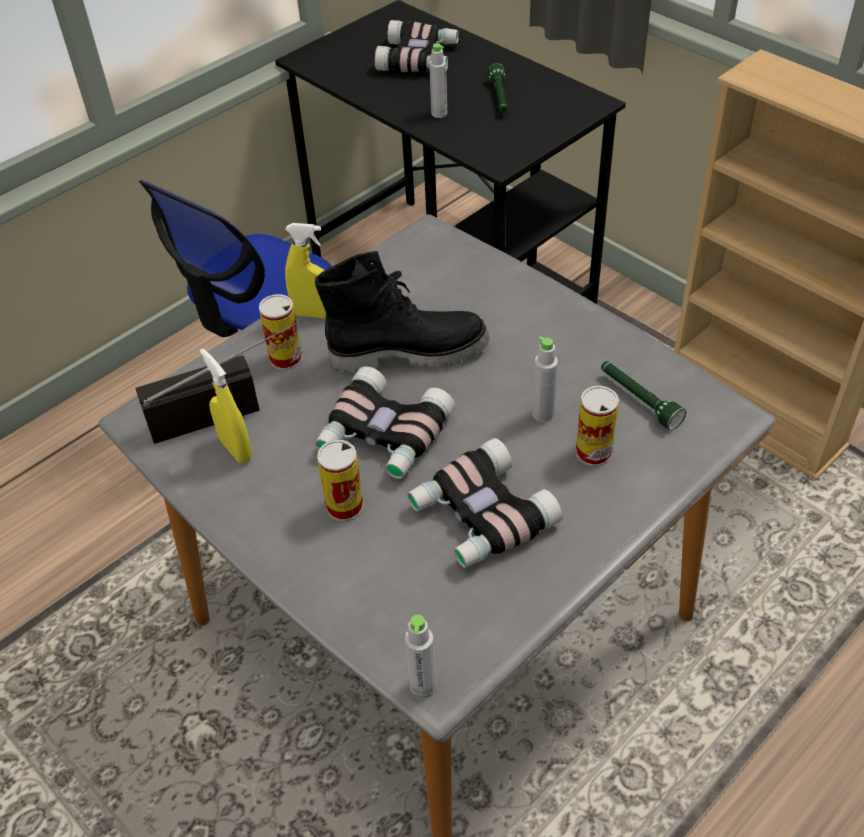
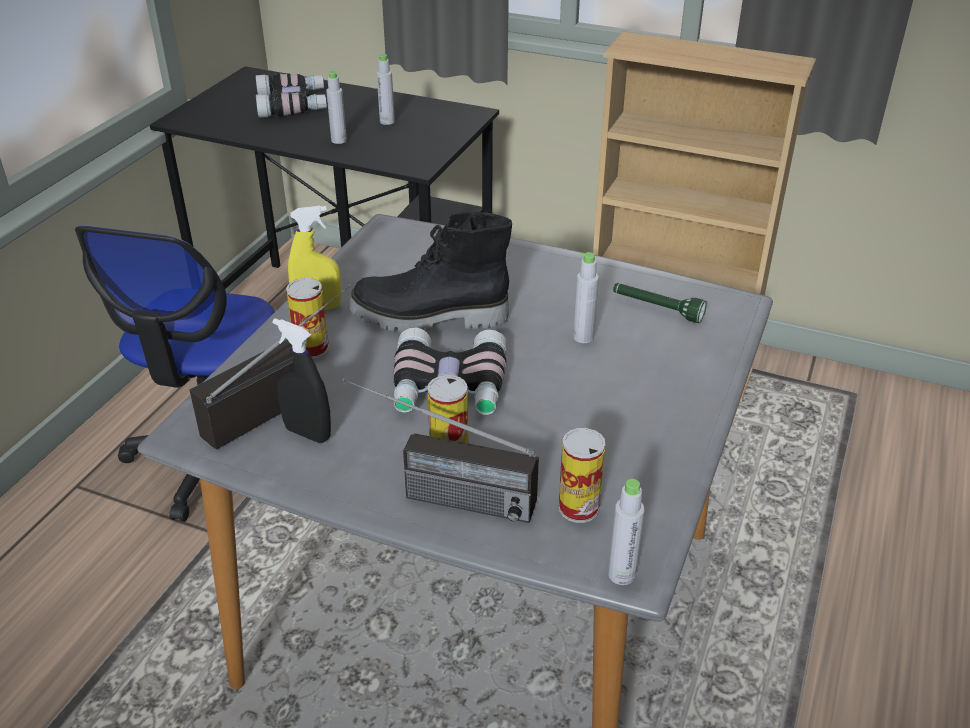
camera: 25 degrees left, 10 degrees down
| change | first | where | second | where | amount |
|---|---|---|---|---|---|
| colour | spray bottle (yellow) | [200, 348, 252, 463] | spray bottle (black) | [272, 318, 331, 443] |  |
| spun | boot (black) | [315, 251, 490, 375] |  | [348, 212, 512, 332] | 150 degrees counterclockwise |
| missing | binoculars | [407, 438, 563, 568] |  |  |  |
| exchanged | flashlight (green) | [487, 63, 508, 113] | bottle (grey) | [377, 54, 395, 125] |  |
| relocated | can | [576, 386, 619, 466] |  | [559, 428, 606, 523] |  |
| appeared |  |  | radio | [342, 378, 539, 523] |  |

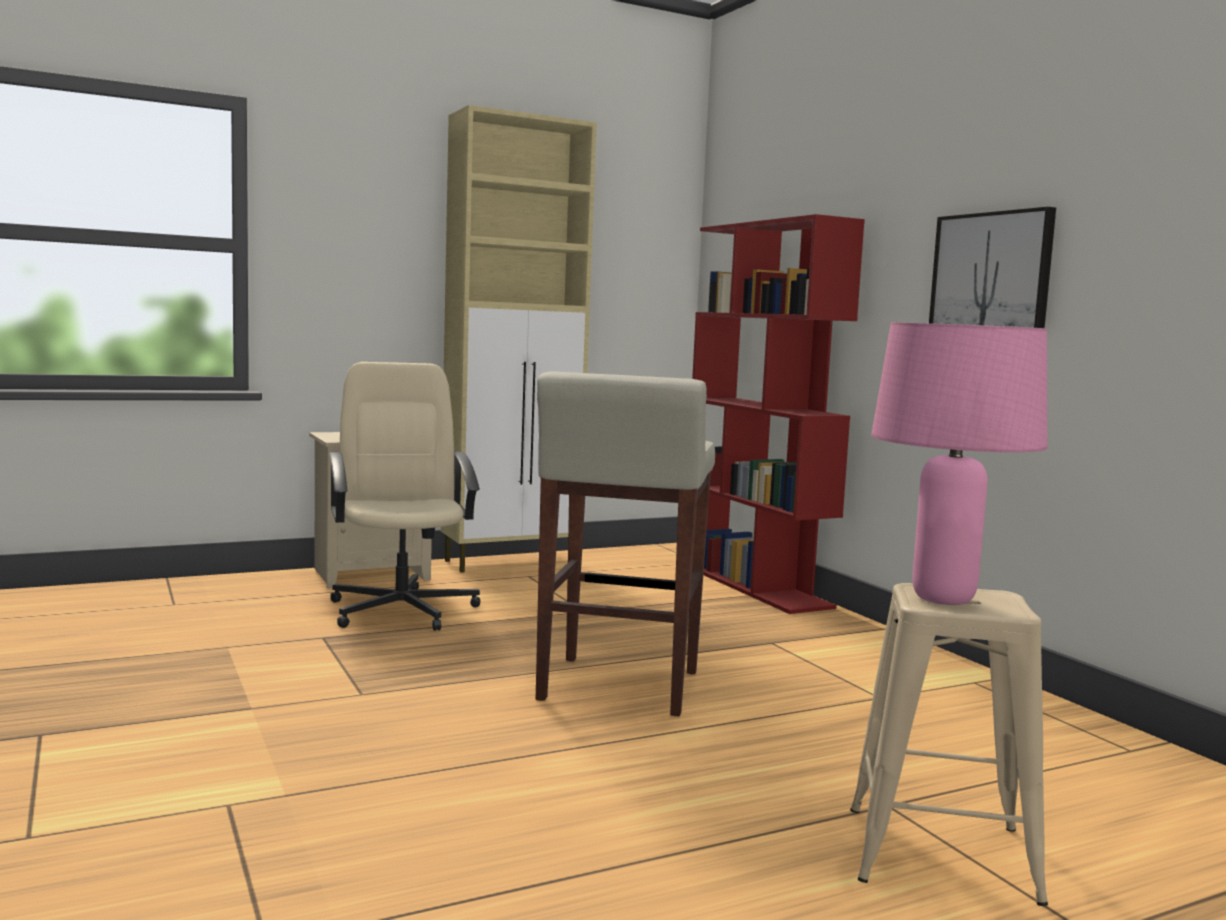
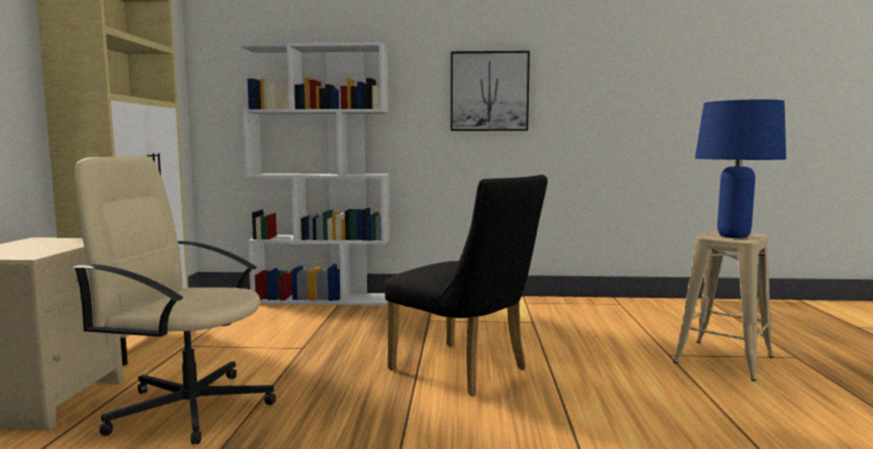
camera: 60 degrees left, 0 degrees up
| change | first | where | second | where | amount |
|---|---|---|---|---|---|
| exchanged | stool (beige) | [536, 372, 715, 716] | chair (black) | [384, 175, 548, 396] |  |
| colour | bookcase (red) | [692, 214, 865, 614] | bookcase (white) | [239, 42, 390, 306] |  |
| colour | table lamp (pink) | [871, 322, 1047, 605] | table lamp (blue) | [695, 99, 786, 238] |  |

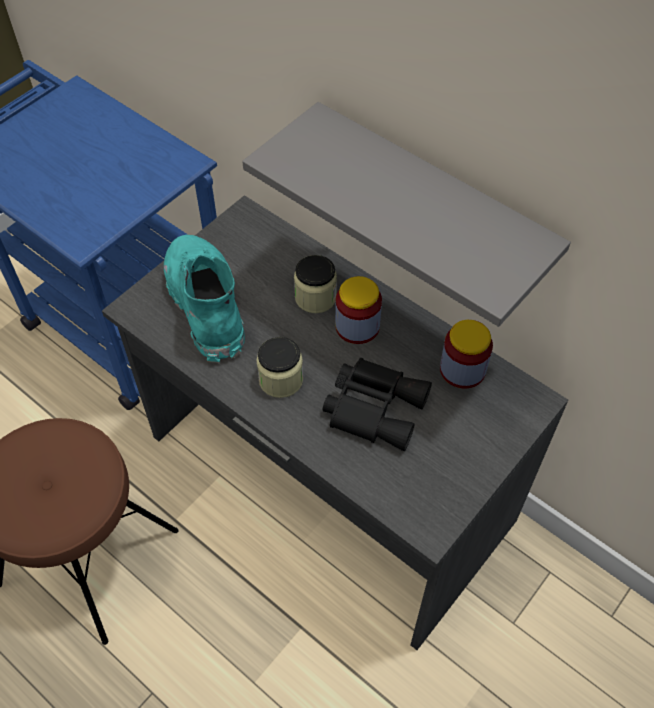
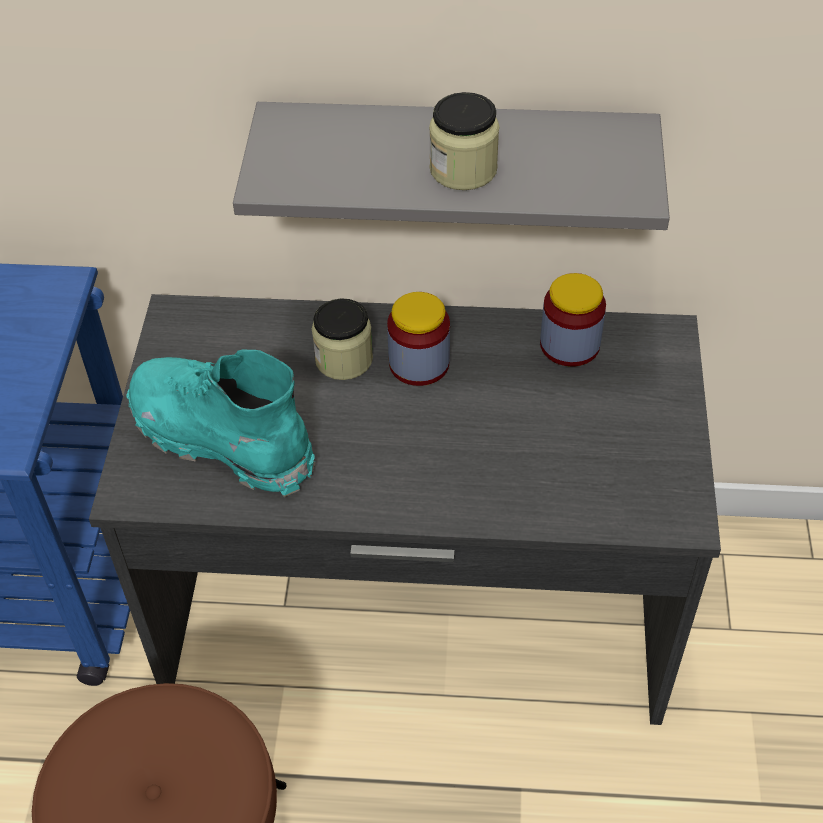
camera: 35 degrees left, 5 degrees down
| change | first | where | second | where | amount |
|---|---|---|---|---|---|
| relocated | jar | [256, 337, 303, 398] |  | [429, 92, 499, 190] |  |
| missing | binoculars (black) | [322, 358, 432, 451] |  |  |  |

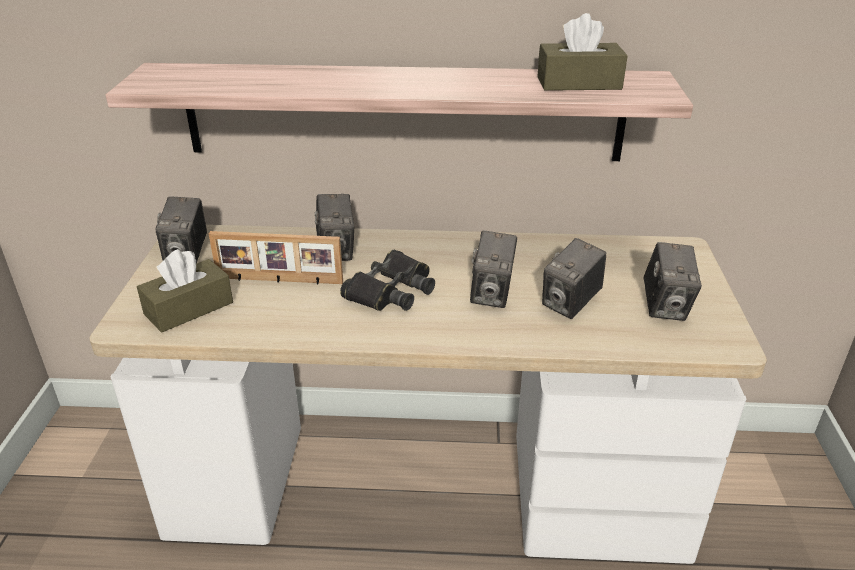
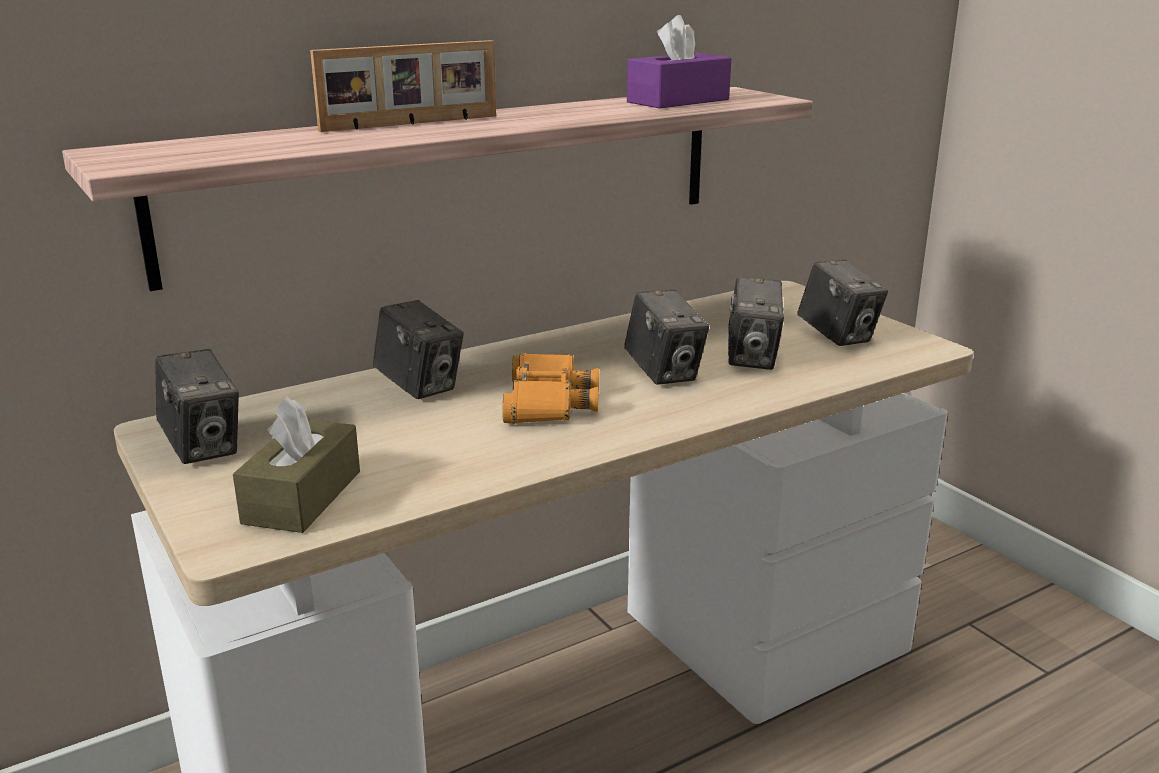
camera: 35 degrees left, 10 degrees down
| change | first | where | second | where | amount |
|---|---|---|---|---|---|
| relocated | picture frame | [209, 231, 343, 285] |  | [310, 40, 496, 132] |  |
| colour | binoculars (black) | [340, 250, 435, 311] | binoculars (orange) | [502, 353, 599, 424] |  |
| colour | tissue box (brown) | [537, 13, 628, 91] | tissue box (purple) | [627, 15, 731, 109] |  |

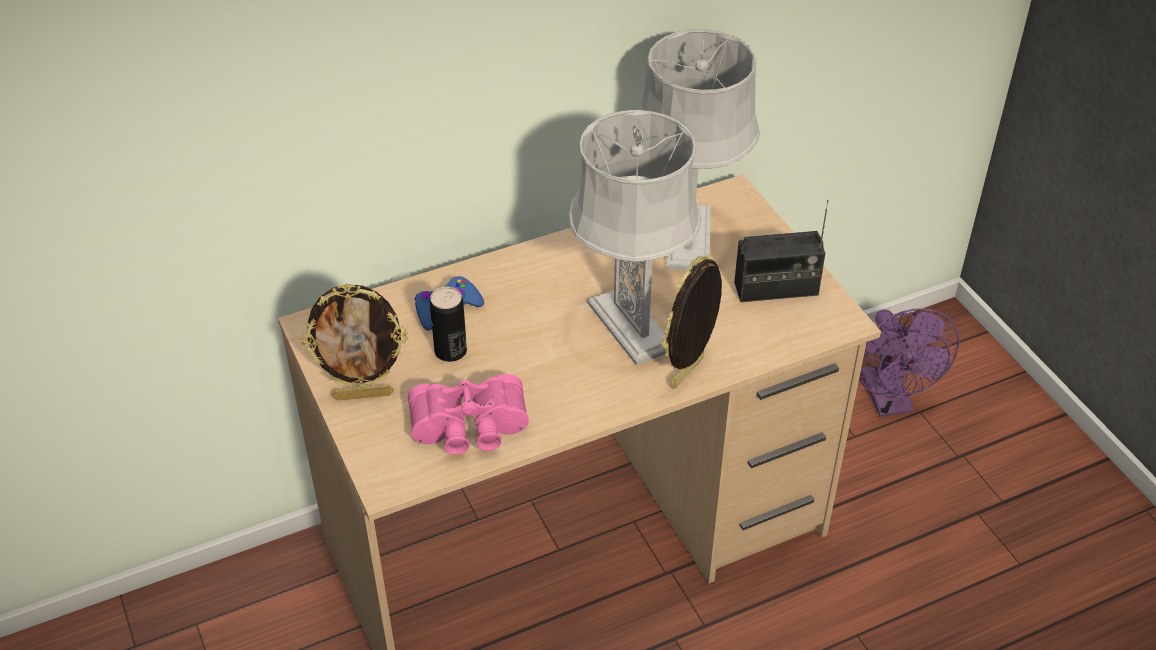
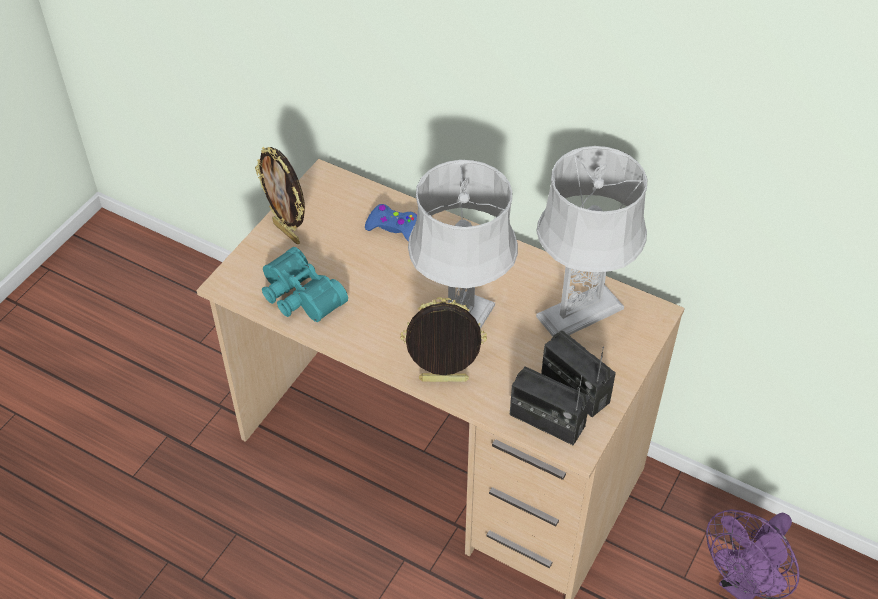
camera: 55 degrees right, 5 degrees up
| change | first | where | second | where | amount |
|---|---|---|---|---|---|
| colour | binoculars (pink) | [408, 374, 529, 455] | binoculars (turquoise) | [262, 247, 348, 322] |  |
| missing | can | [430, 287, 467, 362] |  |  |  |
| appeared |  |  | radio | [510, 366, 590, 445] |  |

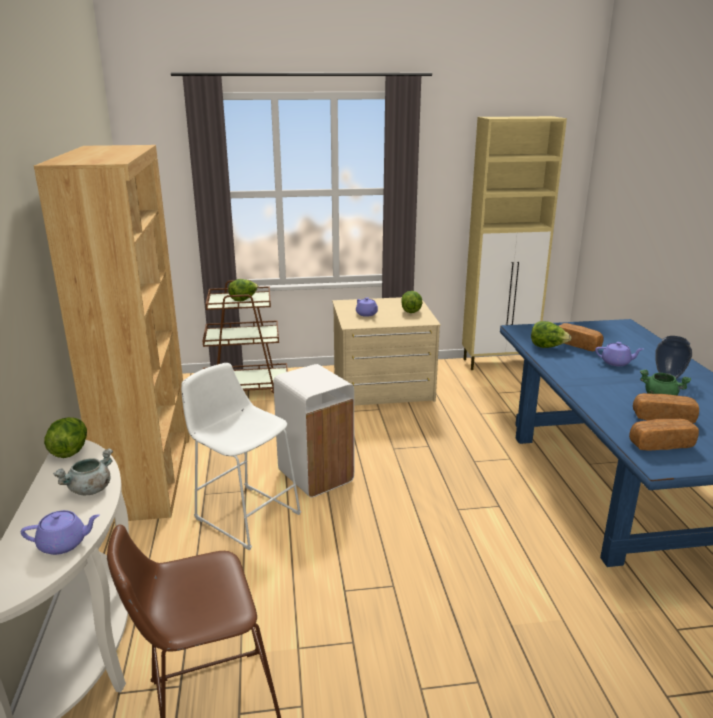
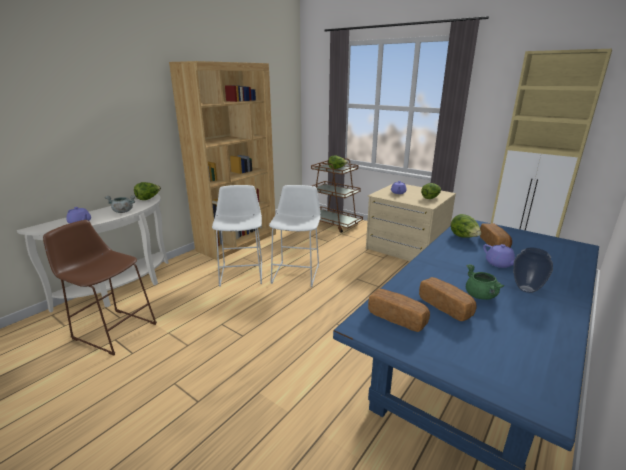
camera: 45 degrees right, 0 degrees up
| change | first | where | second | where | amount |
|---|---|---|---|---|---|
| exchanged | trash can (white) | [273, 364, 354, 498] | stool (white) | [269, 185, 321, 287] |  |

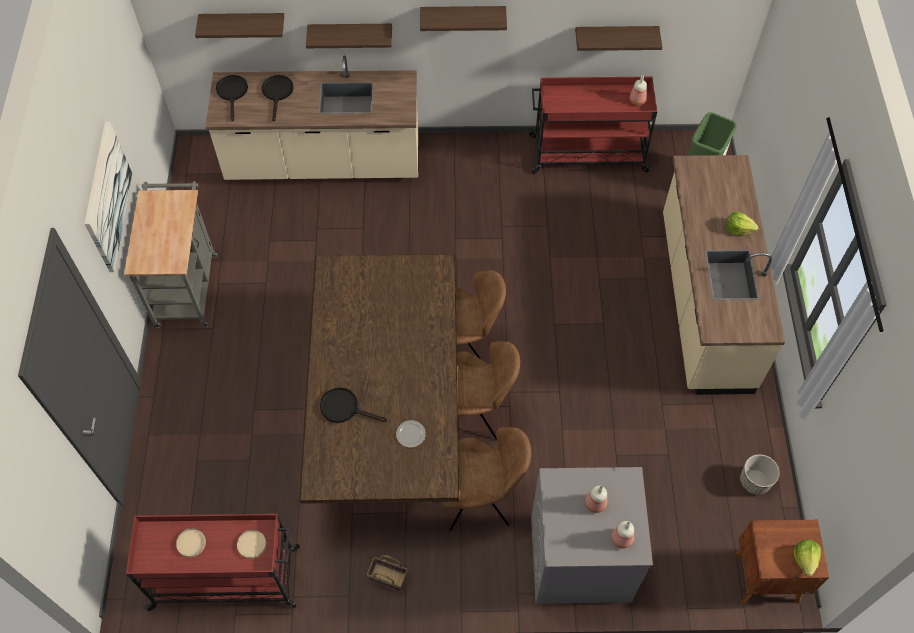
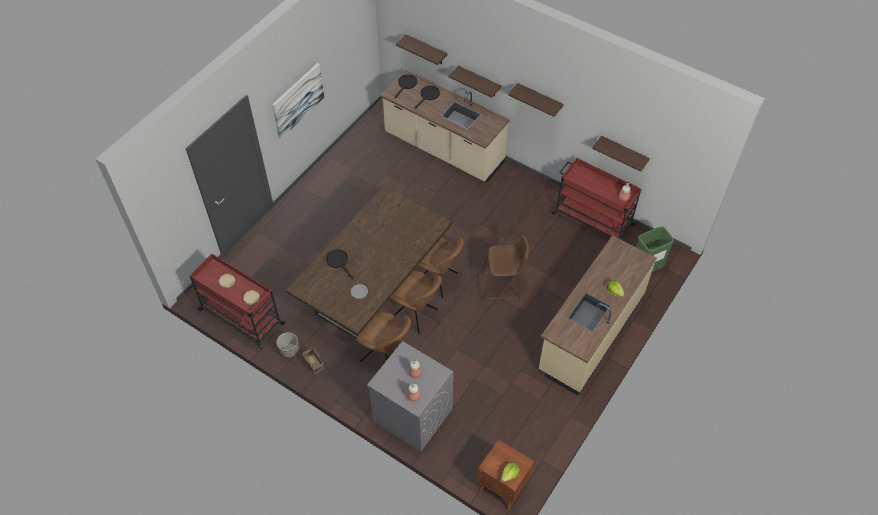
camera: 35 degrees right, 5 degrees down
| change | first | where | second | where | amount |
|---|---|---|---|---|---|
| missing | cart (grey) | [124, 181, 218, 328] |  |  |  |
| relocated | planter | [740, 454, 780, 495] |  | [276, 332, 299, 358] |  |
| appeared |  |  | stool (brown) | [481, 236, 529, 300] |  |

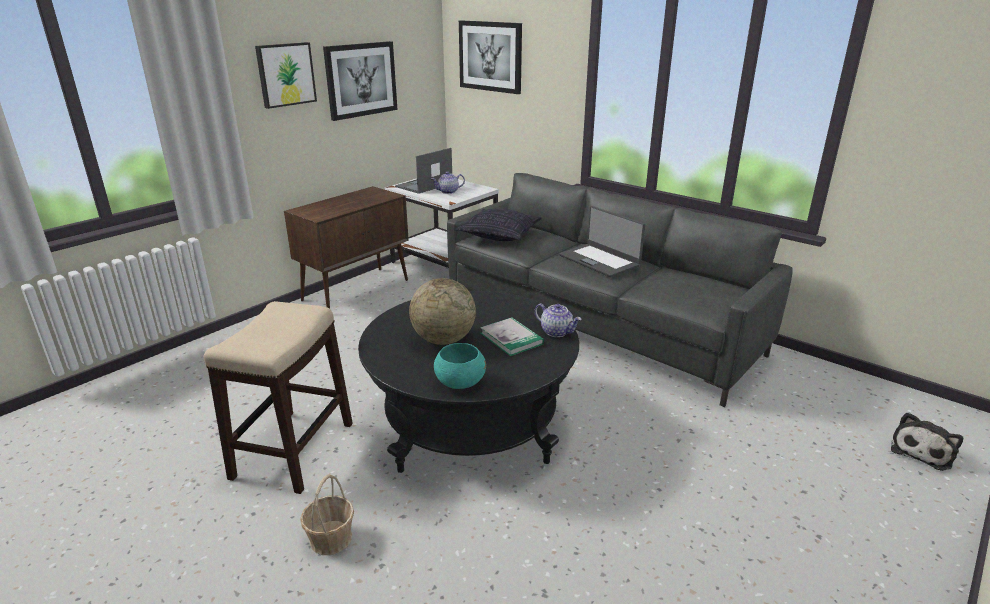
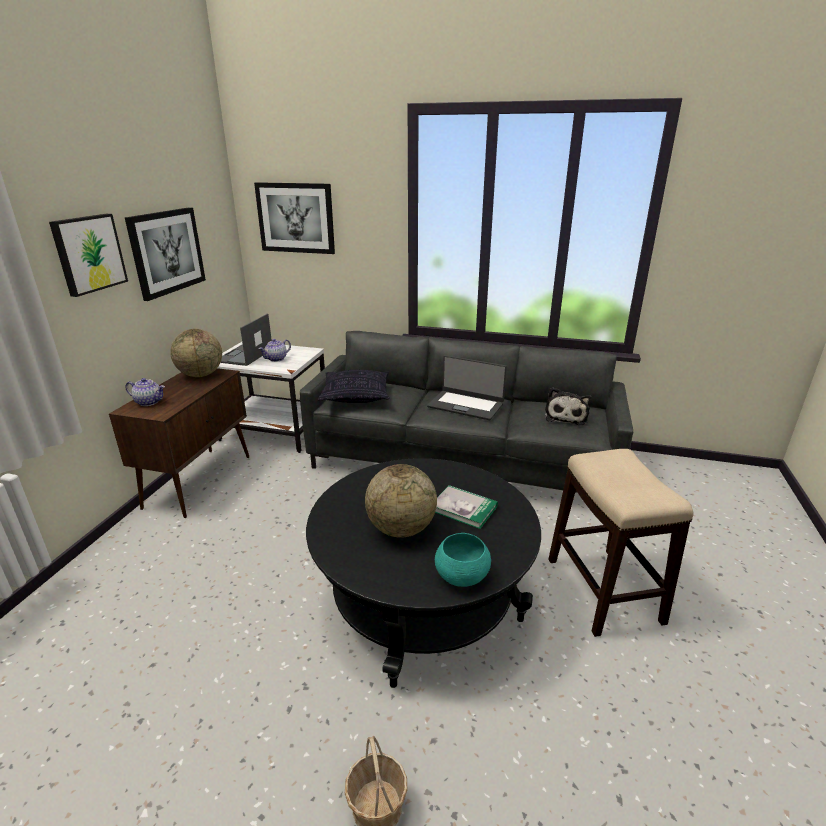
camera: 25 degrees left, 0 degrees up
| change | first | where | second | where | amount |
|---|---|---|---|---|---|
| relocated | stool | [204, 301, 353, 494] |  | [548, 449, 694, 637] |  |
| relocated | teapot | [534, 304, 582, 337] |  | [126, 378, 165, 406] |  |
| relocated | plush toy | [891, 412, 963, 471] |  | [545, 388, 591, 425] |  |
| appeared |  |  | globe | [170, 329, 222, 377] |  |

